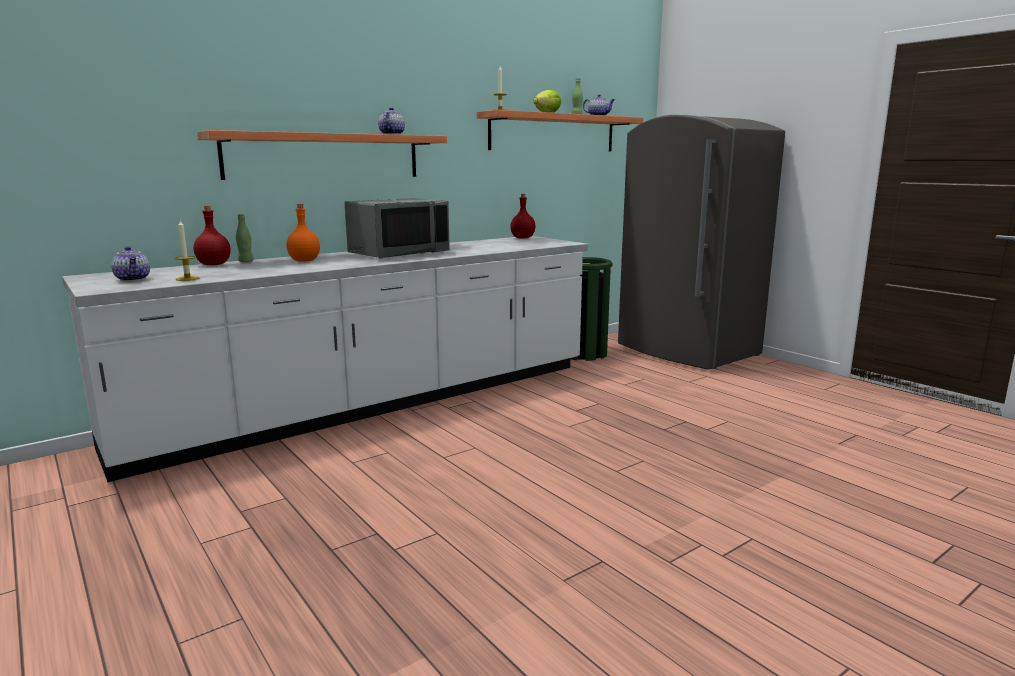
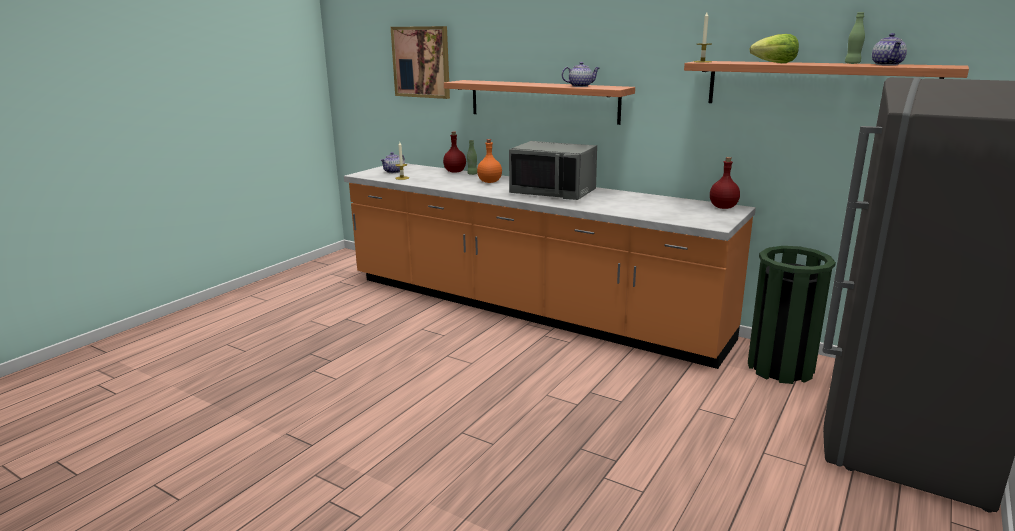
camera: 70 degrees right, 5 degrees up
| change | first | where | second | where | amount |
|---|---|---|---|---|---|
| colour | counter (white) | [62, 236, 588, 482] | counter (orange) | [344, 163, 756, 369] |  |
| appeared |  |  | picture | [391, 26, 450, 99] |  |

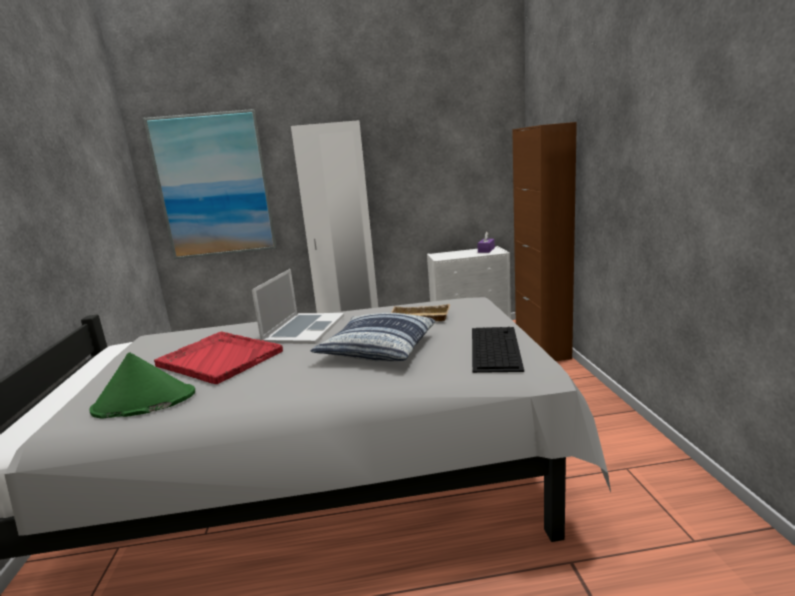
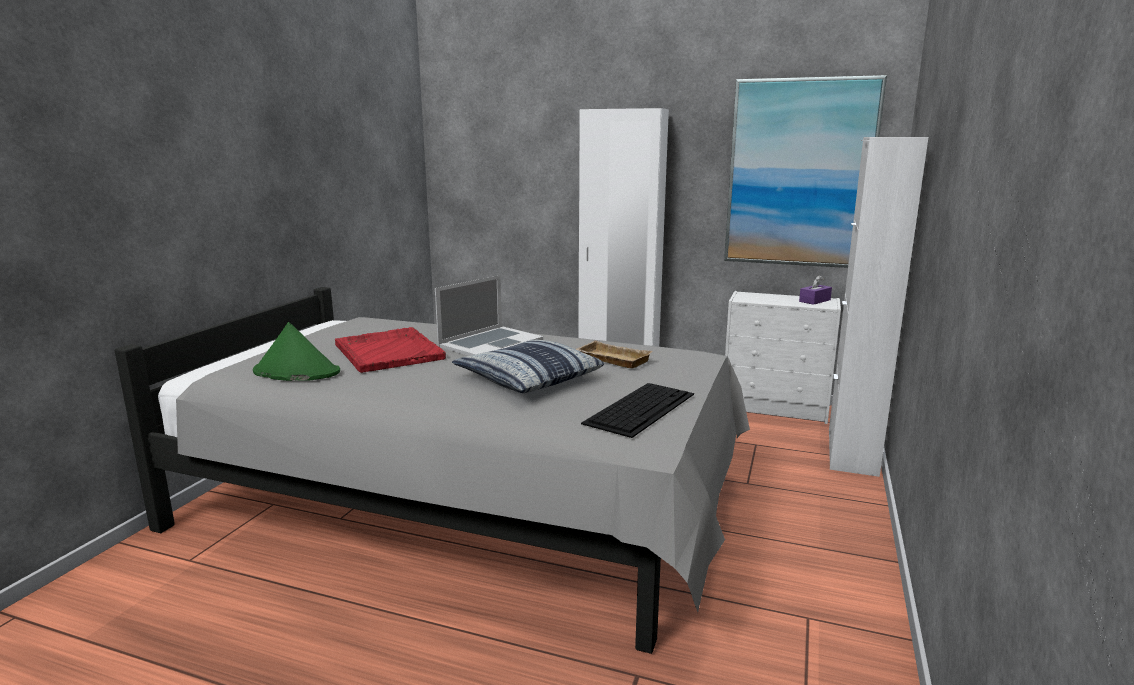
camera: 25 degrees right, 0 degrees up
| change | first | where | second | where | amount |
|---|---|---|---|---|---|
| relocated | picture | [143, 109, 277, 259] |  | [724, 75, 887, 268] |  |
| colour | cabinet (brown) | [512, 122, 577, 361] | cabinet (white) | [829, 137, 929, 477] |  |

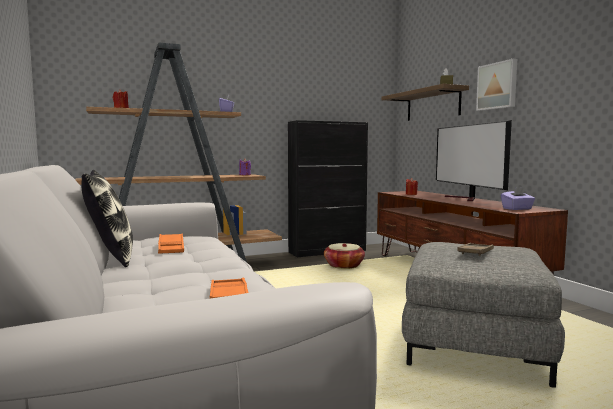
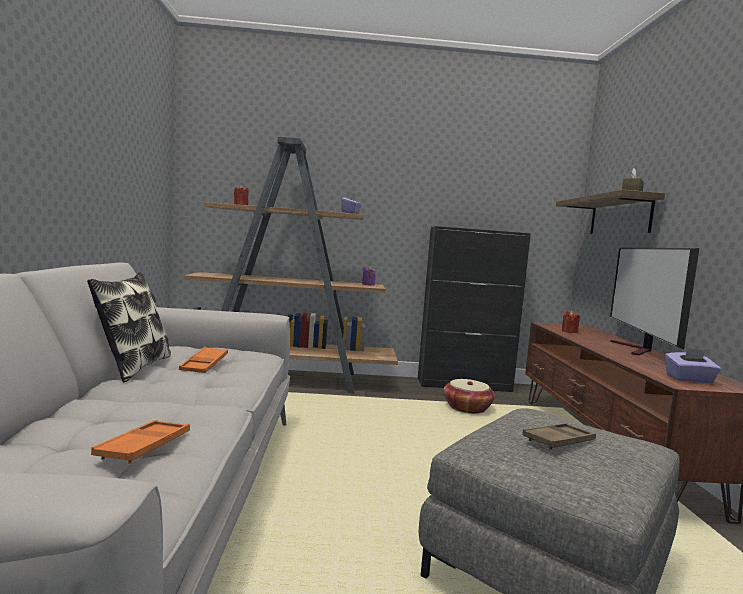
camera: 20 degrees right, 0 degrees up
| change | first | where | second | where | amount |
|---|---|---|---|---|---|
| missing | picture | [476, 59, 517, 111] |  |  |  |

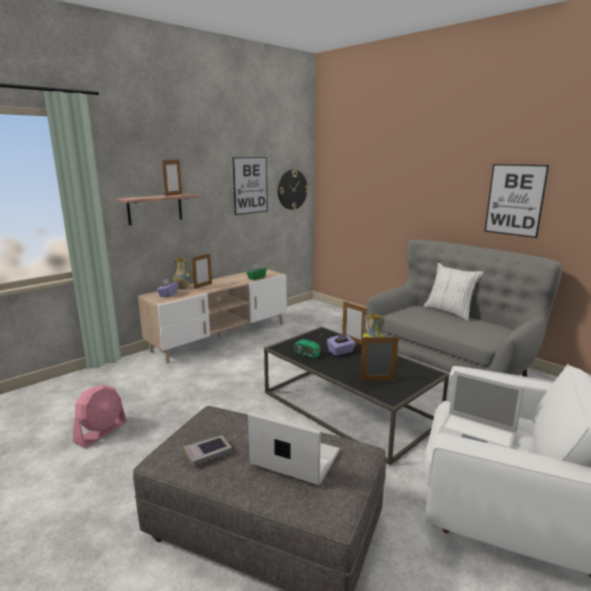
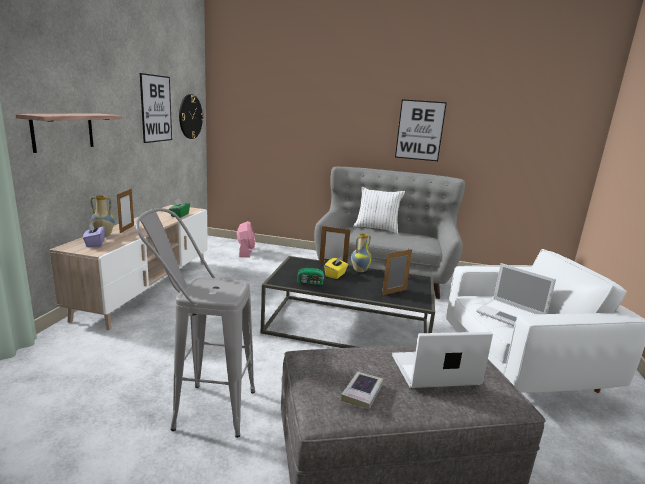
camera: 35 degrees left, 0 degrees up
| change | first | where | second | where | amount |
|---|---|---|---|---|---|
| relocated | fan (pink) | [73, 385, 127, 448] |  | [237, 221, 255, 257] |  |
| missing | picture frame | [162, 160, 182, 196] |  |  |  |
| colour | tissue box (purple) | [327, 334, 356, 356] | tissue box (yellow) | [324, 257, 348, 279] |  |
| spun | laptop | [438, 371, 524, 449] |  | [476, 263, 556, 326] | 45 degrees clockwise |
| appeared |  |  | stool (grey) | [135, 208, 255, 438] |  |

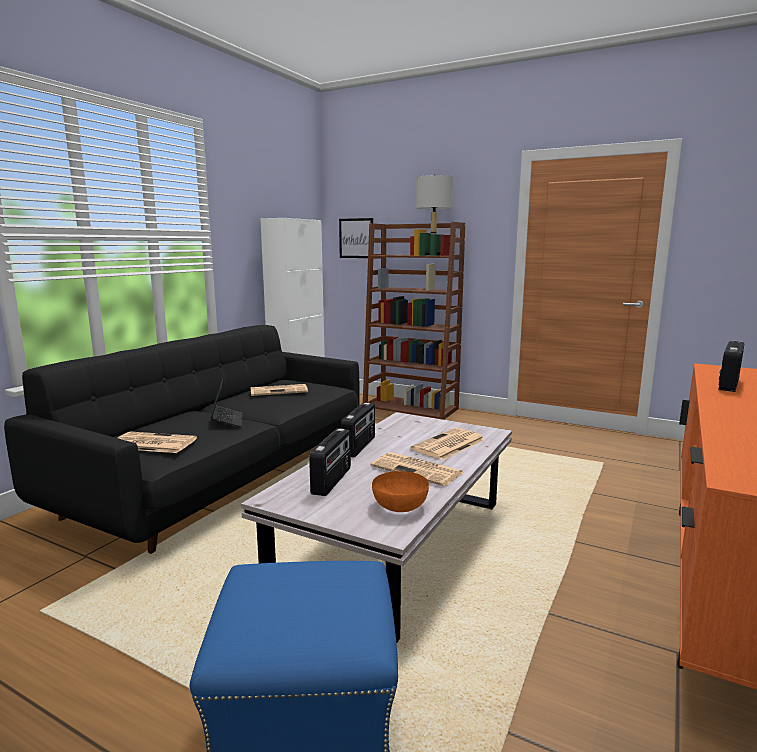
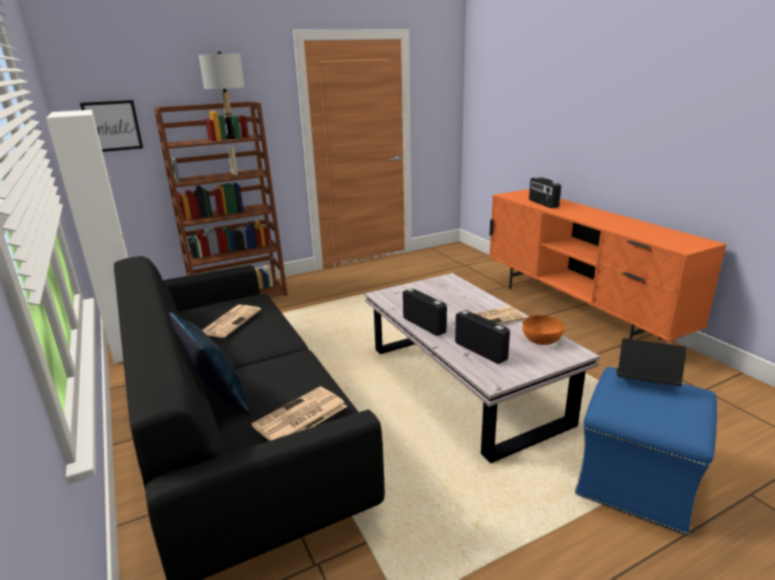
camera: 55 degrees left, 10 degrees up
| change | first | where | second | where | amount |
|---|---|---|---|---|---|
| relocated | laptop | [211, 378, 242, 427] |  | [615, 338, 687, 387] |  |
| missing | newspaper | [411, 428, 485, 460] |  |  |  |
| appeared |  |  | pillow (blue) | [169, 312, 251, 415] |  |

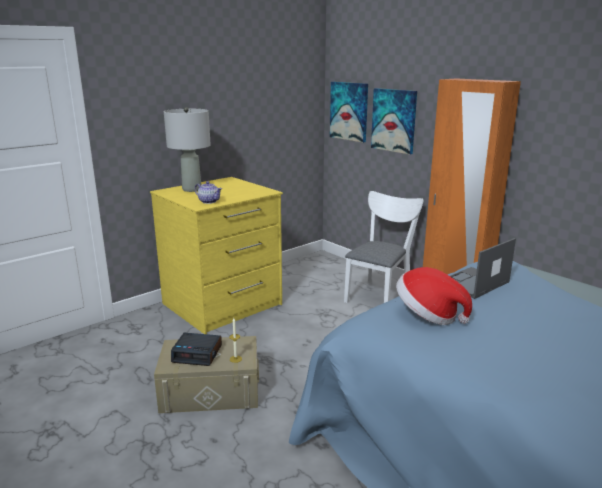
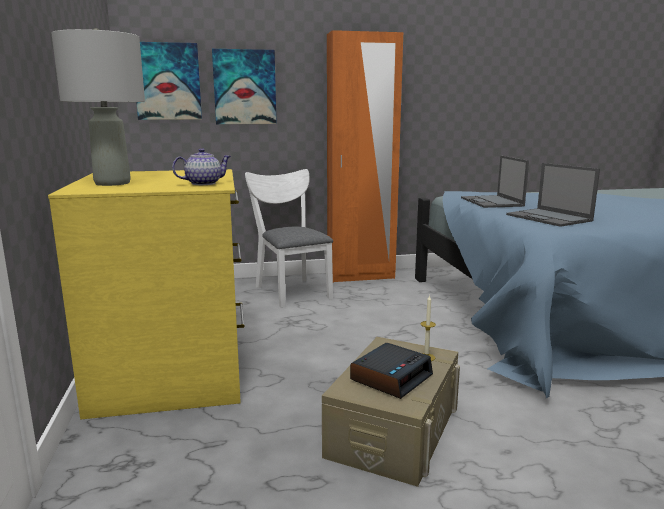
camera: 60 degrees left, 5 degrees down
| change | first | where | second | where | amount |
|---|---|---|---|---|---|
| exchanged | hat | [396, 267, 472, 325] | laptop | [506, 163, 600, 227] |  |

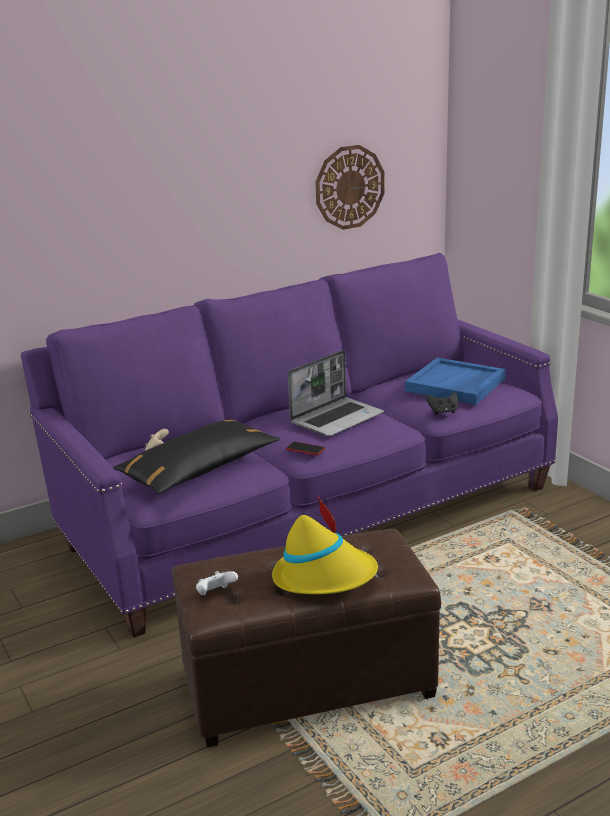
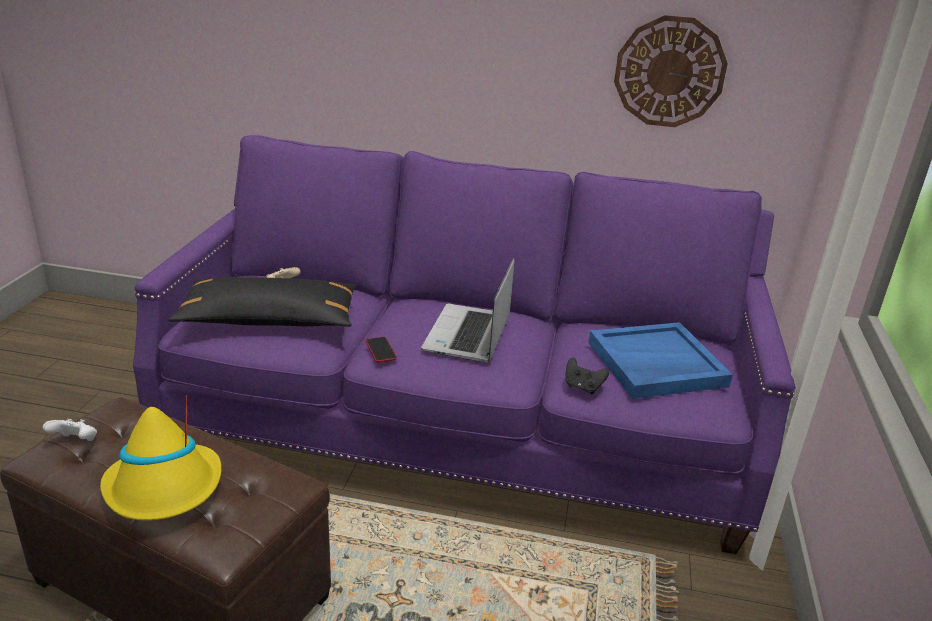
camera: 40 degrees right, 5 degrees up
| change | first | where | second | where | amount |
|---|---|---|---|---|---|
| spun | laptop | [288, 350, 384, 436] |  | [421, 258, 514, 363] | 105 degrees clockwise |

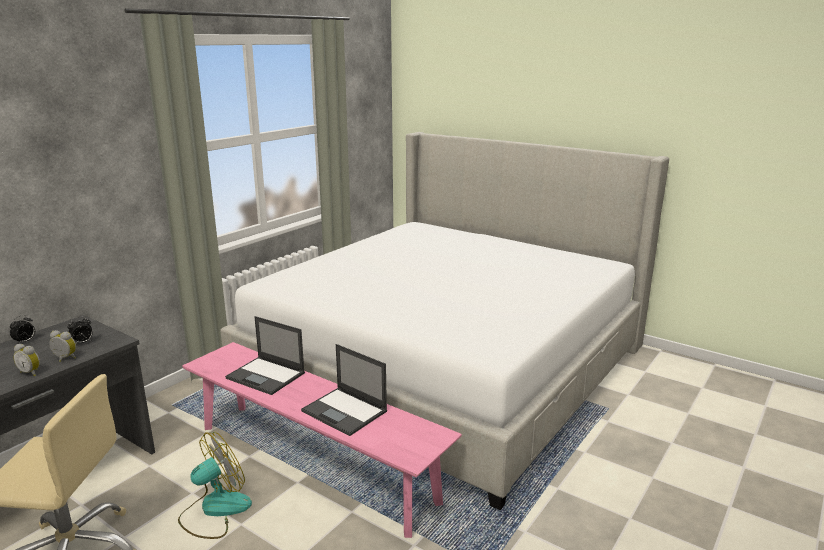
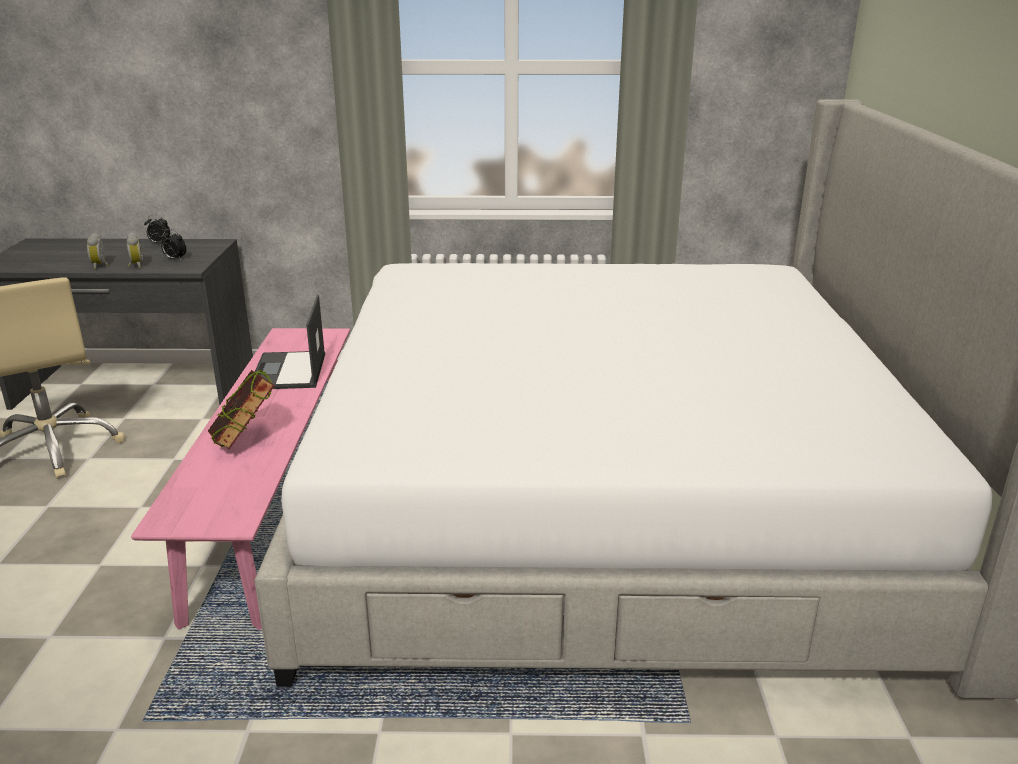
camera: 55 degrees right, 5 degrees up
| change | first | where | second | where | amount |
|---|---|---|---|---|---|
| missing | fan | [178, 432, 252, 539] |  |  |  |
| exchanged | laptop | [301, 344, 387, 436] | book | [208, 370, 275, 449] |  |

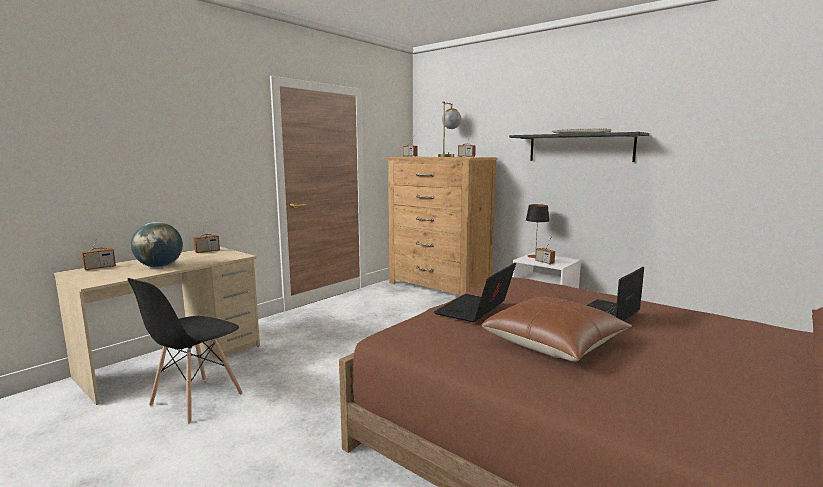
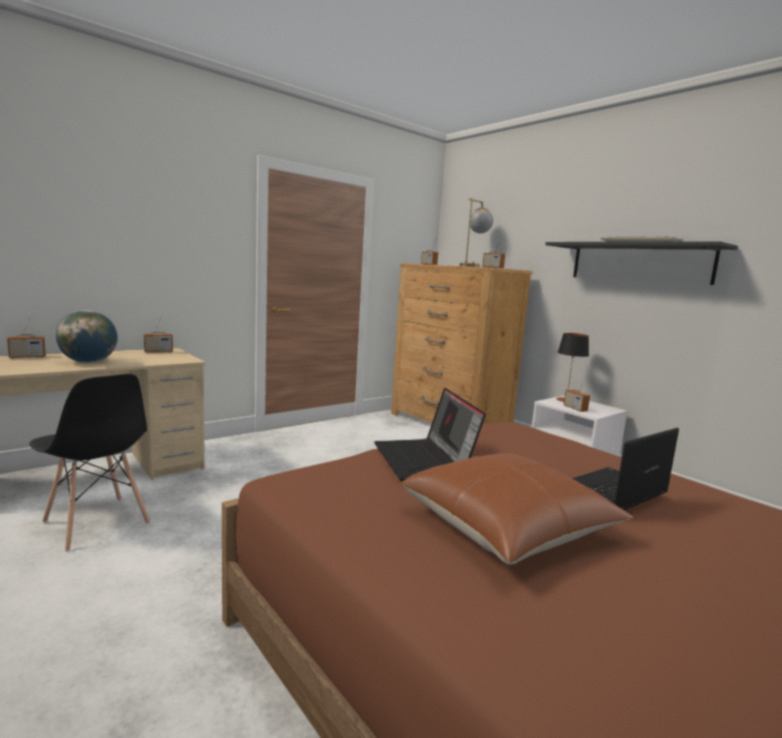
camera: 10 degrees right, 0 degrees up
| change | first | where | second | where | amount |
|---|---|---|---|---|---|
| spun | chair (black) | [128, 278, 243, 424] |  | [29, 374, 150, 552] | 90 degrees counterclockwise |
| spun | laptop | [434, 263, 516, 322] |  | [374, 388, 486, 481] | 60 degrees counterclockwise |

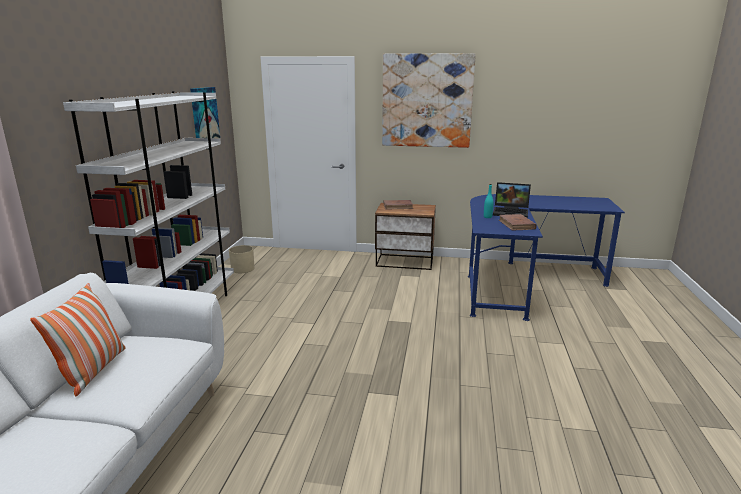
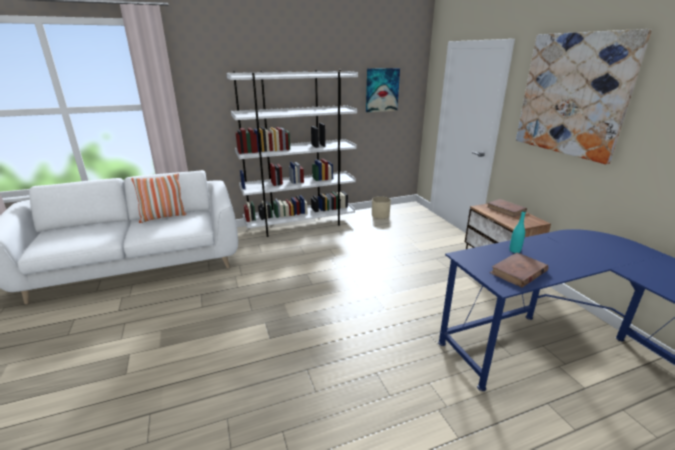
camera: 60 degrees right, 5 degrees up
| change | first | where | second | where | amount |
|---|---|---|---|---|---|
| missing | laptop | [493, 182, 531, 218] |  |  |  |

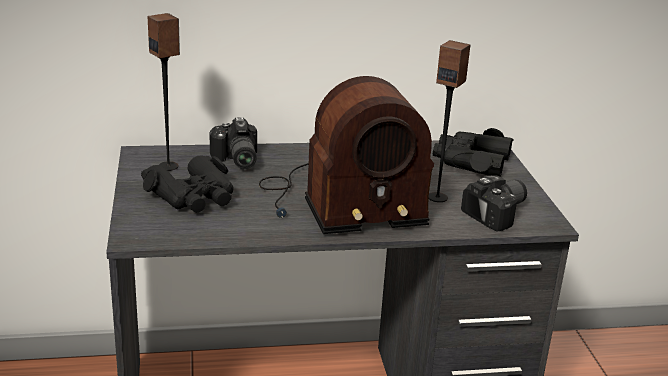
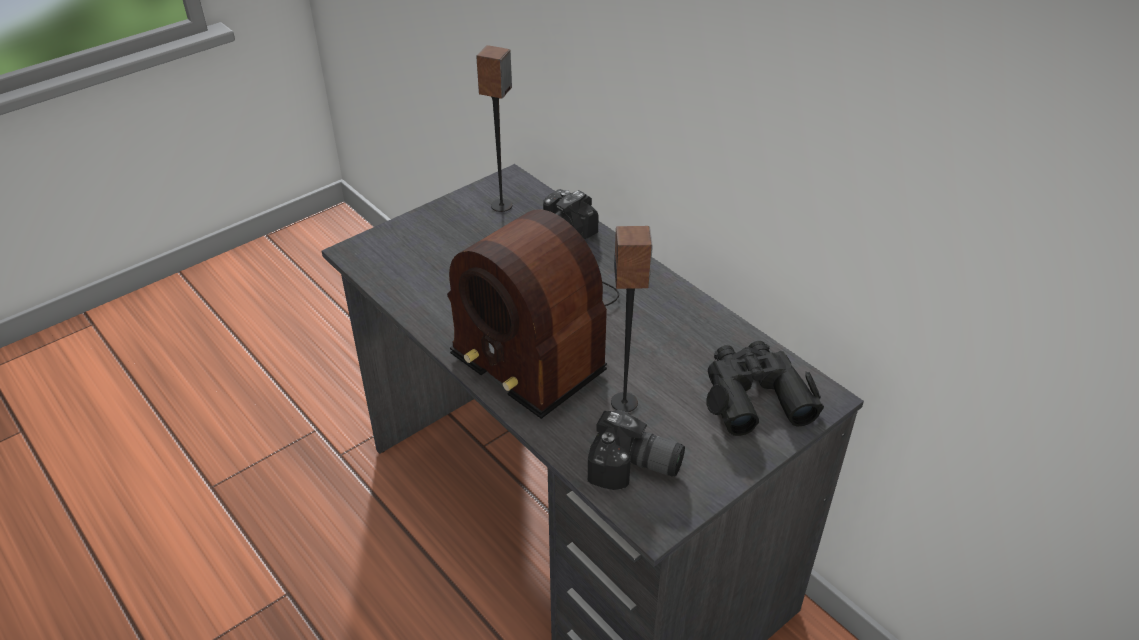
camera: 60 degrees right, 15 degrees up
| change | first | where | second | where | amount |
|---|---|---|---|---|---|
| missing | binoculars (black) | [141, 155, 234, 213] |  |  |  |

